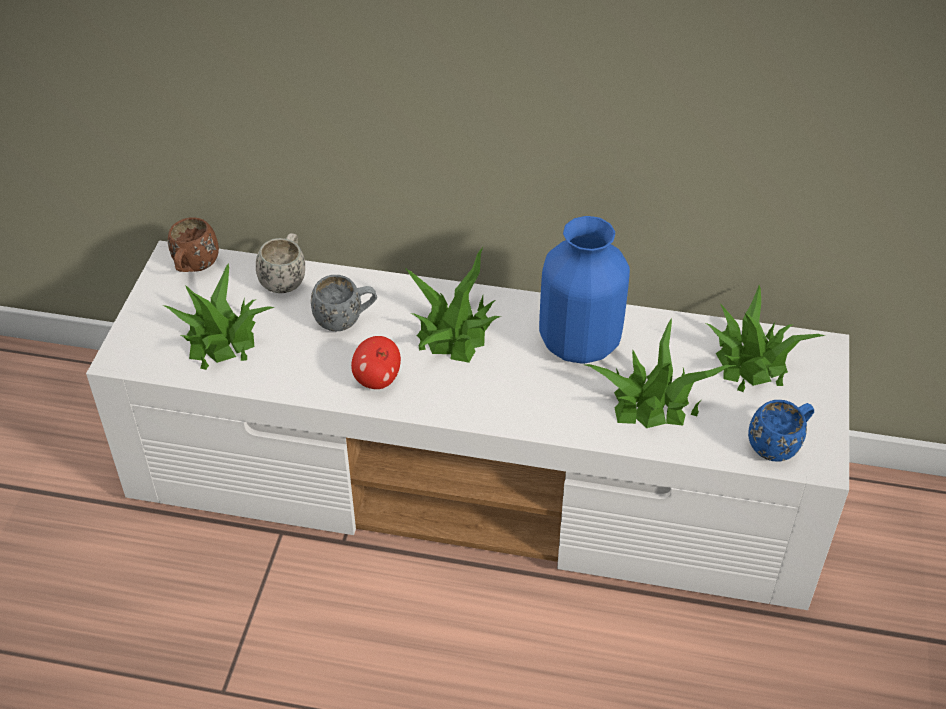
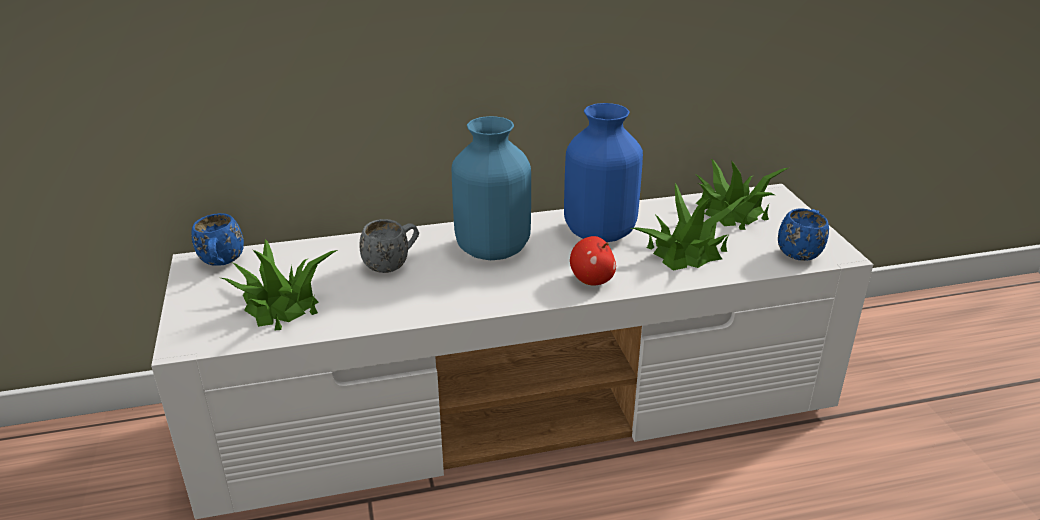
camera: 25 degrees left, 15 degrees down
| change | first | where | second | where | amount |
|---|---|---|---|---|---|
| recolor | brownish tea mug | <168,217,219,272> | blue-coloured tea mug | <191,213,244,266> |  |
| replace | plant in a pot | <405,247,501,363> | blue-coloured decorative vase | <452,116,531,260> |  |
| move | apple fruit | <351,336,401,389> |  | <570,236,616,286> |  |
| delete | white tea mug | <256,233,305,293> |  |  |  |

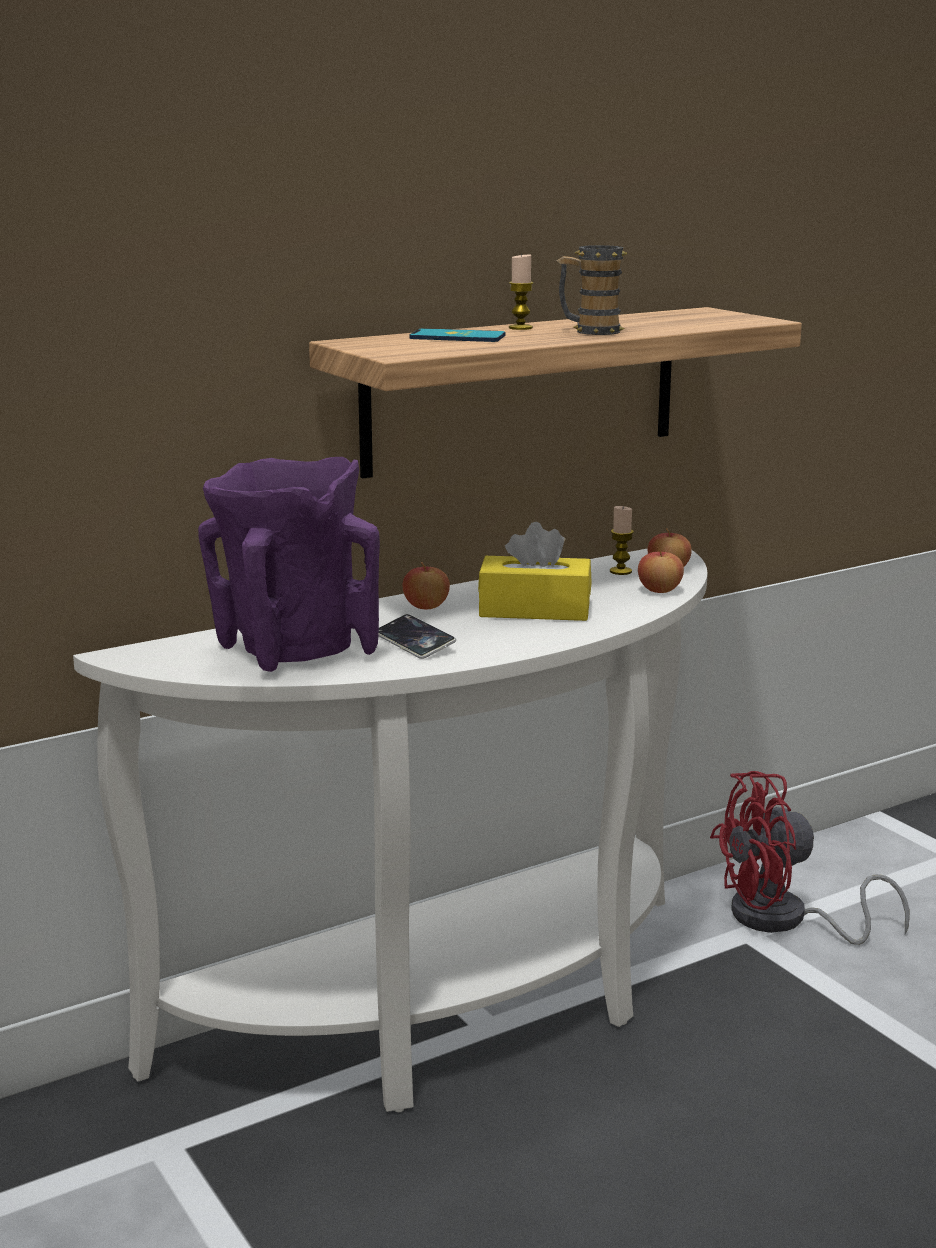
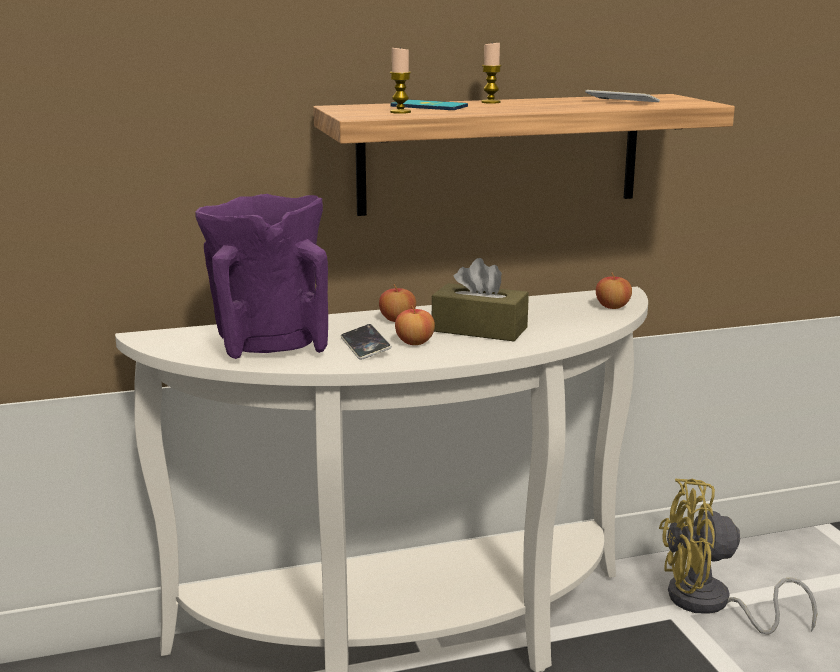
camera: 15 degrees right, 0 degrees up
| change | first | where | second | where | amount |
|---|---|---|---|---|---|
| move | wax candle | <610,506,634,575> |  | <390,47,411,114> |  |
| move | apple fruit | <638,547,684,593> |  | <395,305,435,345> |  |
| recolor | yellow tissue holder | <478,522,592,621> | brownish tissue holder | <432,258,529,341> |  |
| insert |  |  | telephone | <585,90,660,102> |  |
| recolor | red electric fan | <710,771,910,945> | yellow electric fan | <659,479,817,635> |  |
| delete | tea mug | <557,245,628,335> |  |  |  |

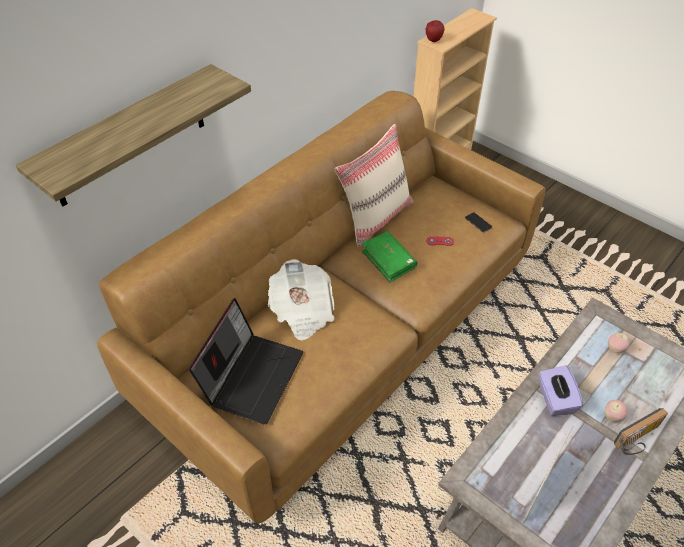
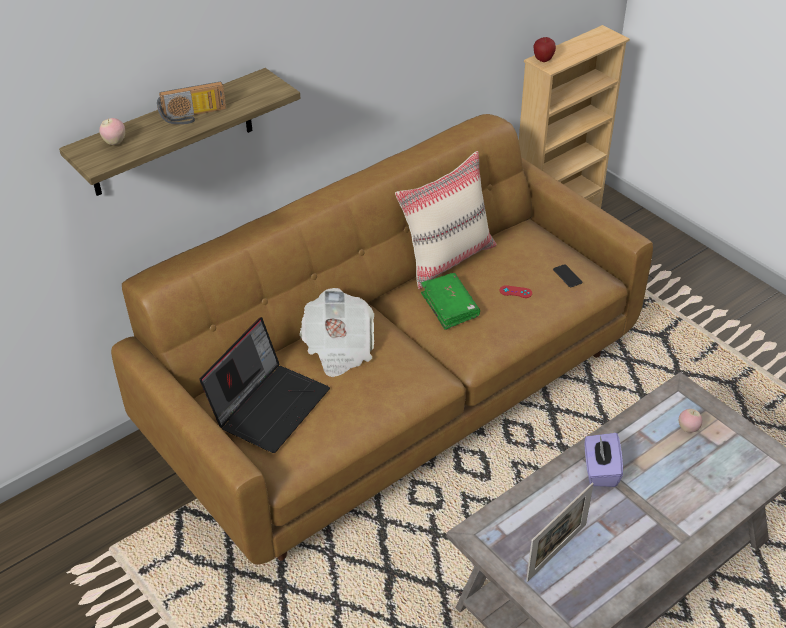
camera: 10 degrees right, 5 degrees down
| change | first | where | second | where | amount |
|---|---|---|---|---|---|
| move | apple fruit | <605,400,628,422> |  | <99,118,125,145> |  |
| move | radio receiver | <614,408,668,455> |  | <157,82,226,125> |  |

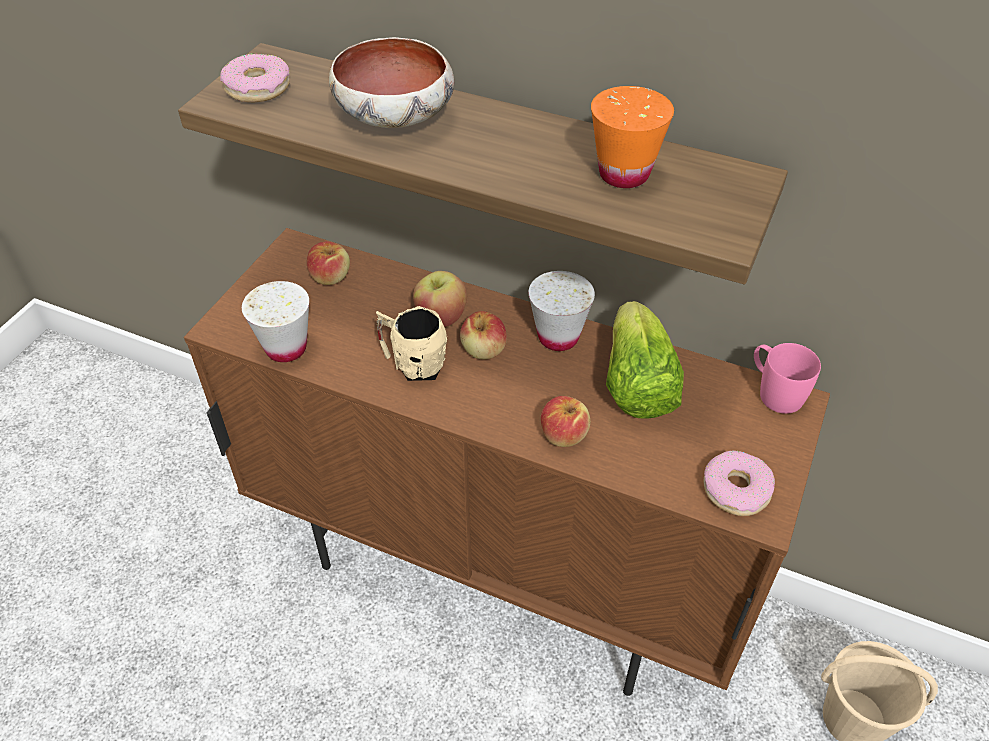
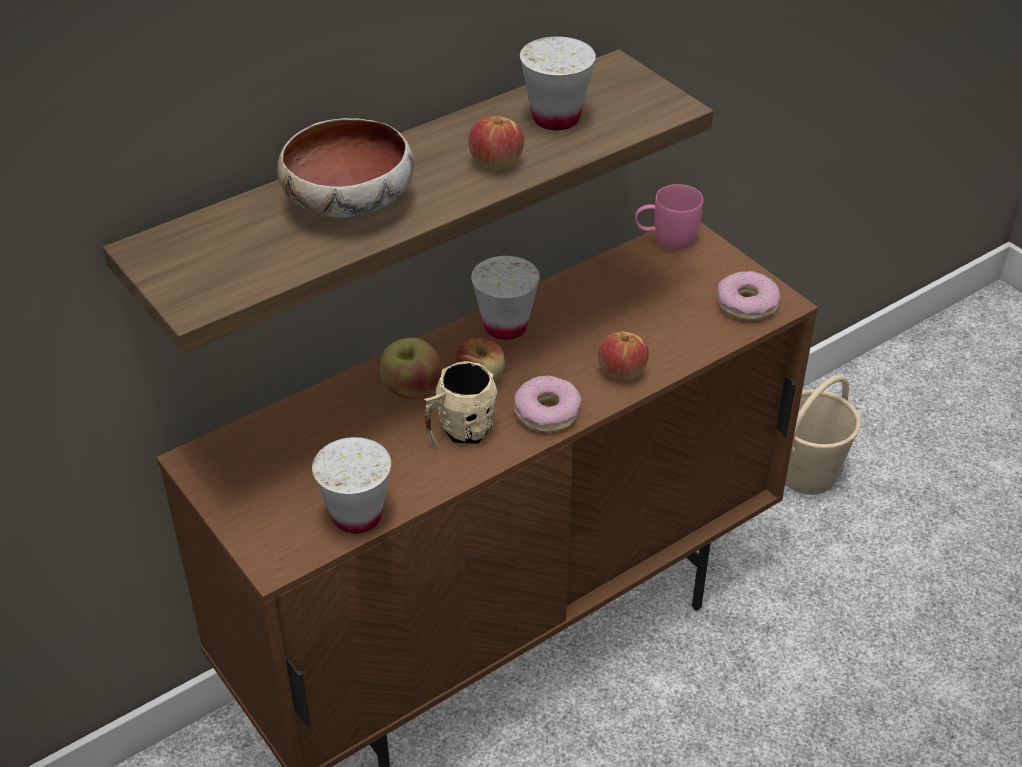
camera: 60 degrees left, 5 degrees down
| change | first | where | second | where | amount |
|---|---|---|---|---|---|
| move | apple fruit | <307,241,350,285> |  | <468,116,524,171> |  |
| move | donut | <220,54,290,102> |  | <514,375,581,433> |  |
| recolor | orange-coloured small cup | <591,86,674,188> | white small cup | <520,36,596,130> |  |
| delete | lettuce | <606,301,684,419> |  |  |  |

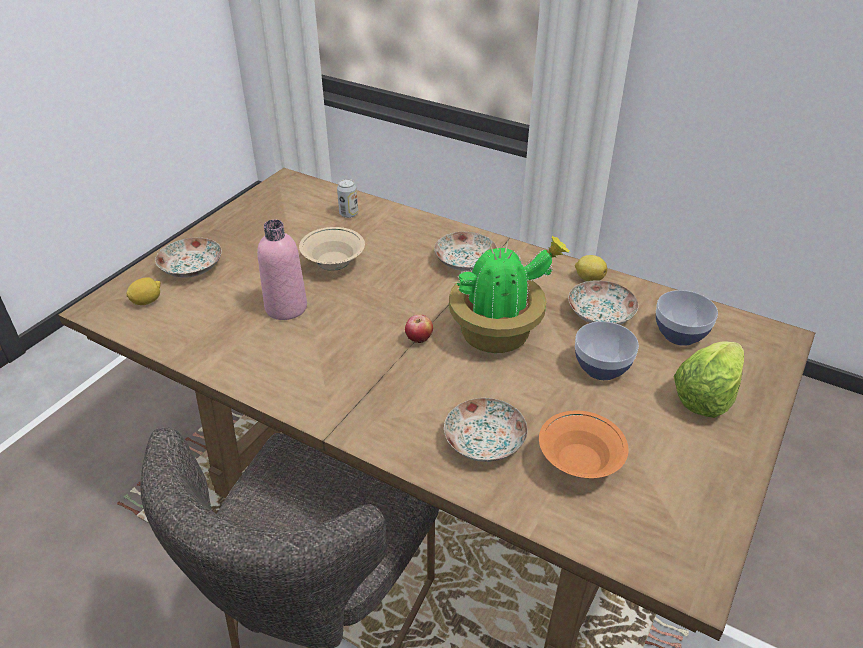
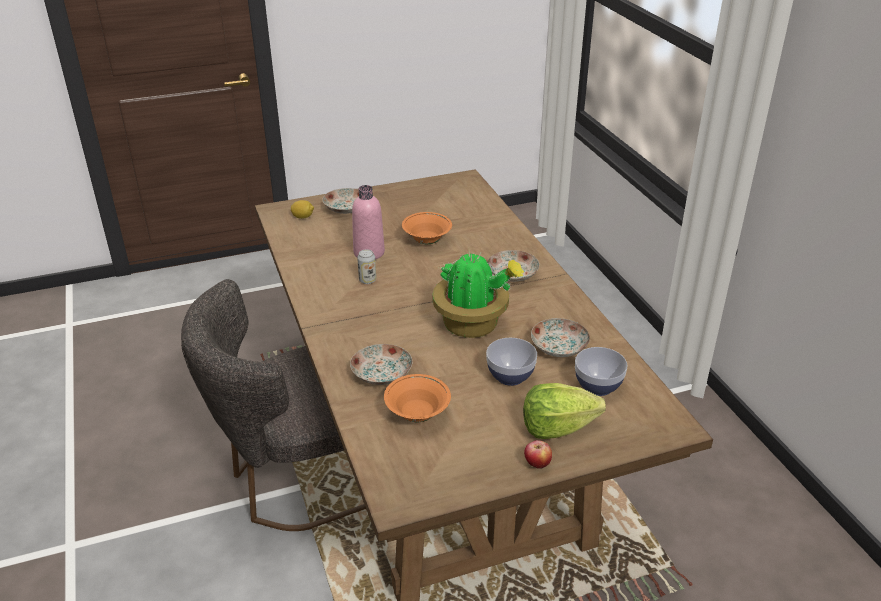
camera: 40 degrees right, 5 degrees down
| change | first | where | second | where | amount |
|---|---|---|---|---|---|
| move | sealed can | <337,179,358,218> |  | <357,249,376,284> |  |
| recolor | sand-coloured deep dish | <299,227,365,271> | orange-coloured deep dish | <402,212,452,244> |  |
| move | apple fruit | <405,314,433,343> |  | <524,440,552,469> |  |
| delete | lemon | <575,255,607,281> |  |  |  |

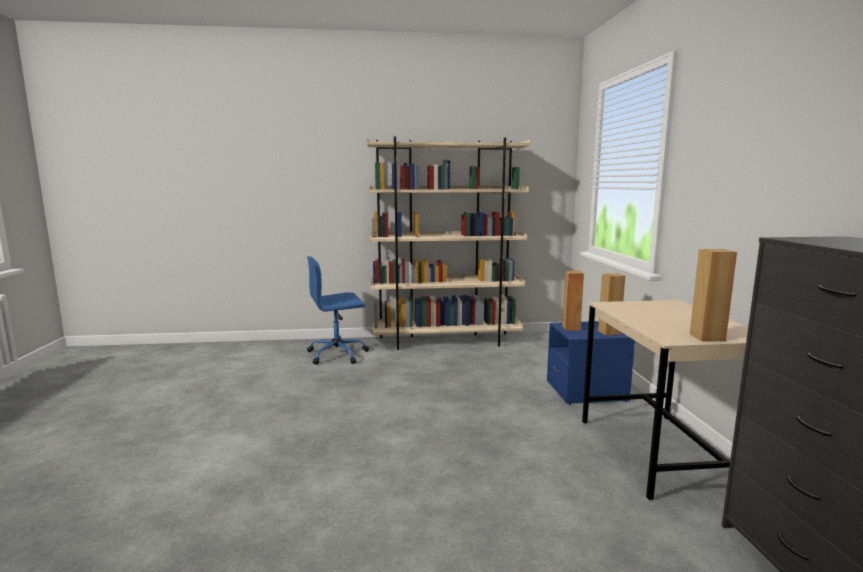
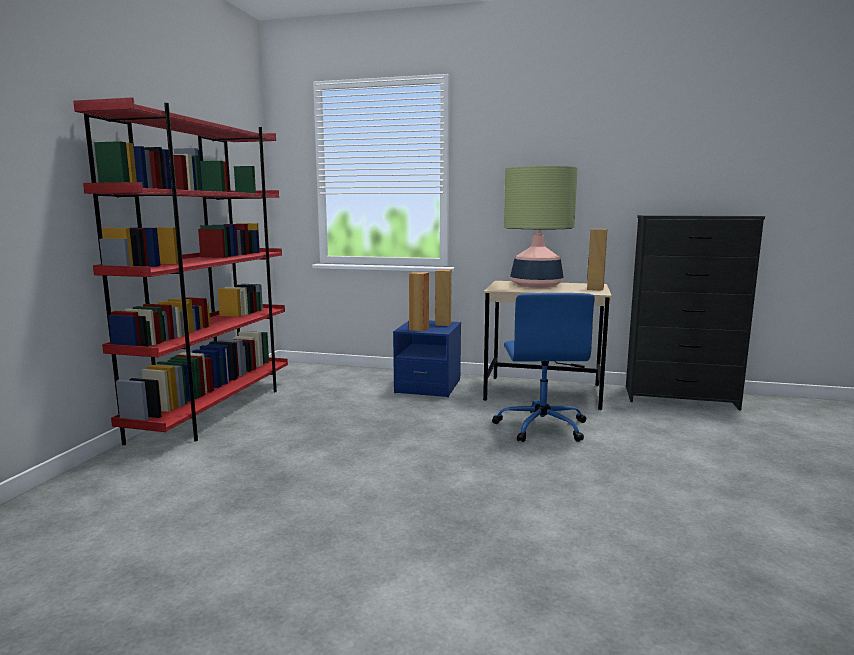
camera: 70 degrees left, 0 degrees up
| change | first | where | second | where | amount |
|---|---|---|---|---|---|
| recolor | sand-coloured shelving unit | <367,136,531,350> | red shelving unit | <73,97,288,445> |  |
| move | blue-coloured computer chair | <307,256,369,365> |  | <492,293,595,442> |  |
| insert |  |  | tabletop lamp | <504,166,577,288> |  |

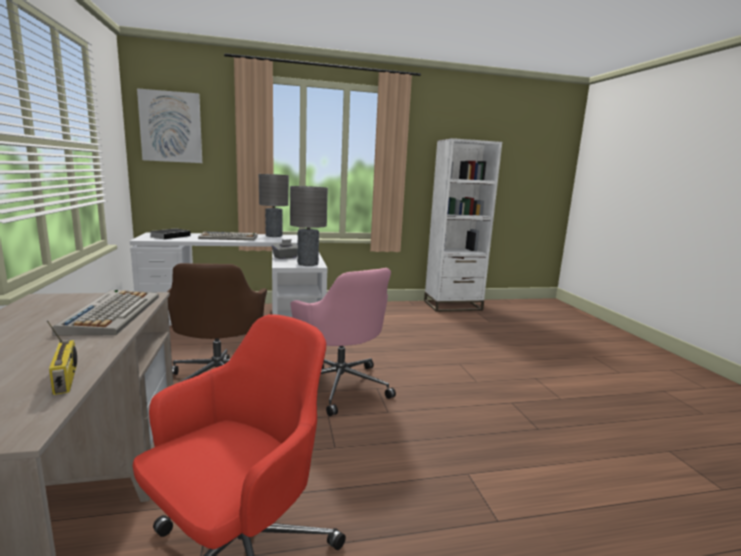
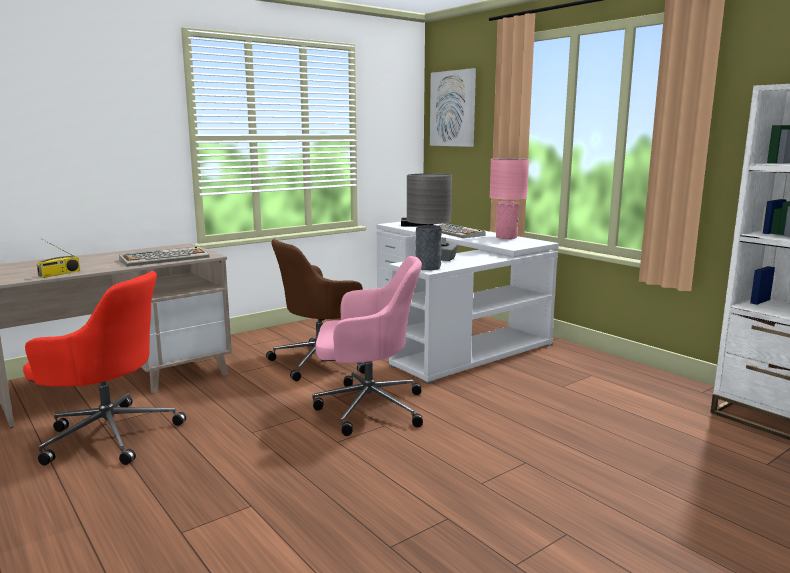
camera: 65 degrees right, 0 degrees up
| change | first | where | second | where | amount |
|---|---|---|---|---|---|
| rotate | pink-coloured computer chair | <291,268,396,416> |  | <312,256,423,436> | 120 degrees counterclockwise |
| recolor | grey tabletop lamp | <259,174,289,237> | pink-coloured tabletop lamp | <490,158,529,239> |  |

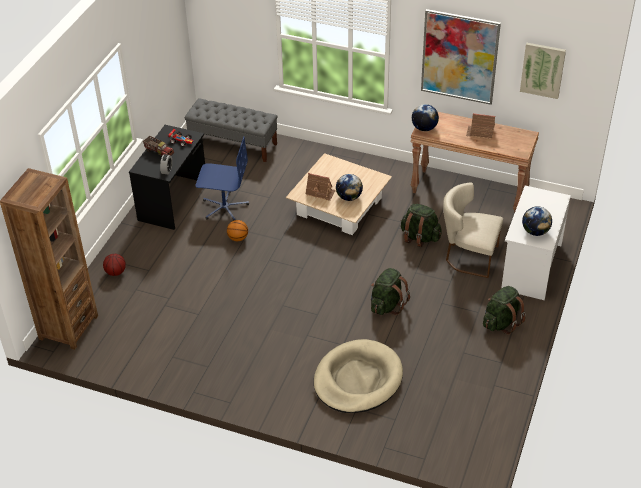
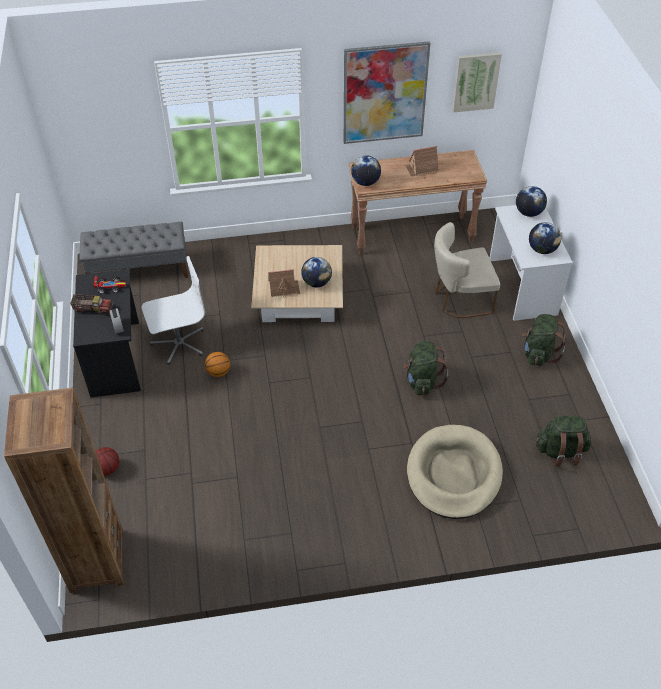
camera: 30 degrees left, 5 degrees up
| change | first | where | second | where | amount |
|---|---|---|---|---|---|
| recolor | blue-coloured computer chair | <195,136,249,221> | white computer chair | <142,256,205,365> |  |
| insert |  |  | world globe | <516,186,547,217> |  |
| move | green-coloured knapsack | <401,204,441,247> |  | <535,416,591,466> |  |

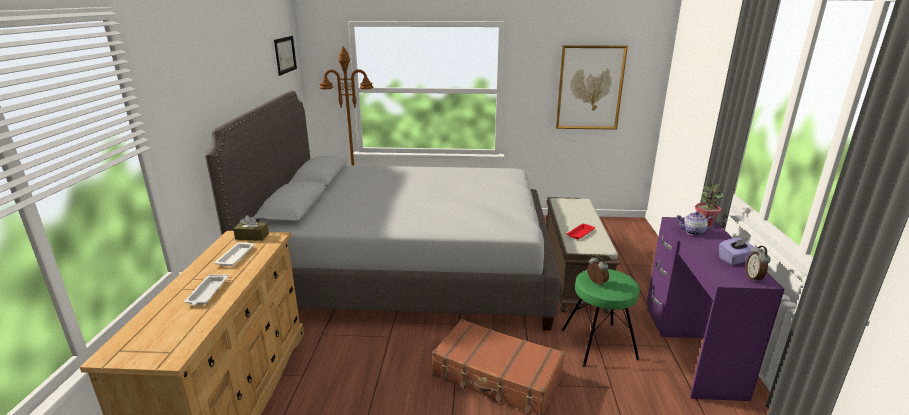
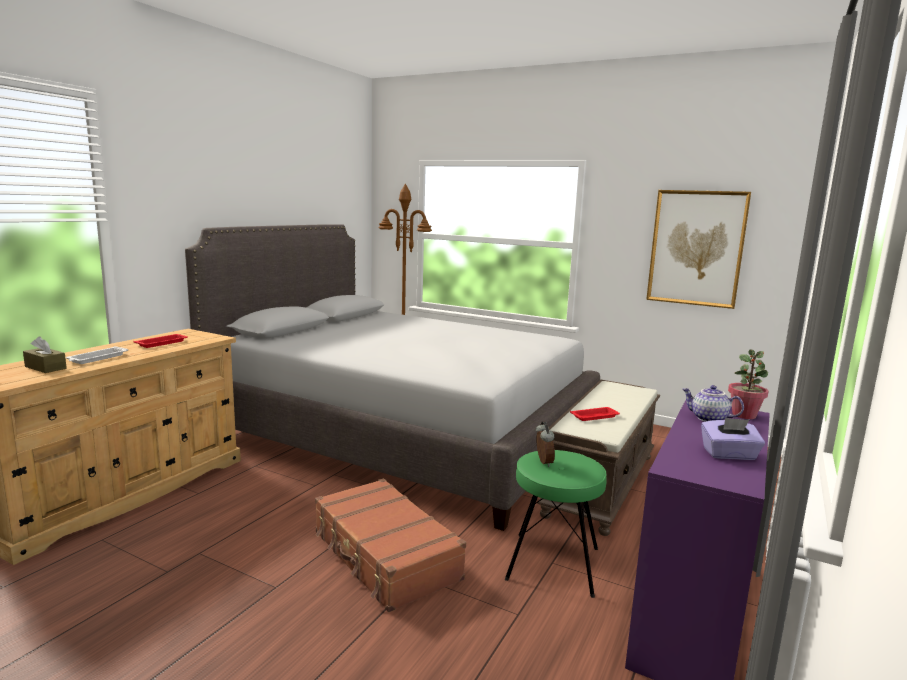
camera: 25 degrees right, 10 degrees down
| change | first | where | second | where | amount |
|---|---|---|---|---|---|
| move | brownish tissue holder | <233,215,269,241> |  | <23,336,67,373> |  |
| recolor | white serving tray | <214,242,255,266> | red serving tray | <133,334,188,348> |  |
| delete | wall picture | <274,36,297,76> |  |  |  |
| delete | table clock | <746,246,771,283> |  |  |  |

